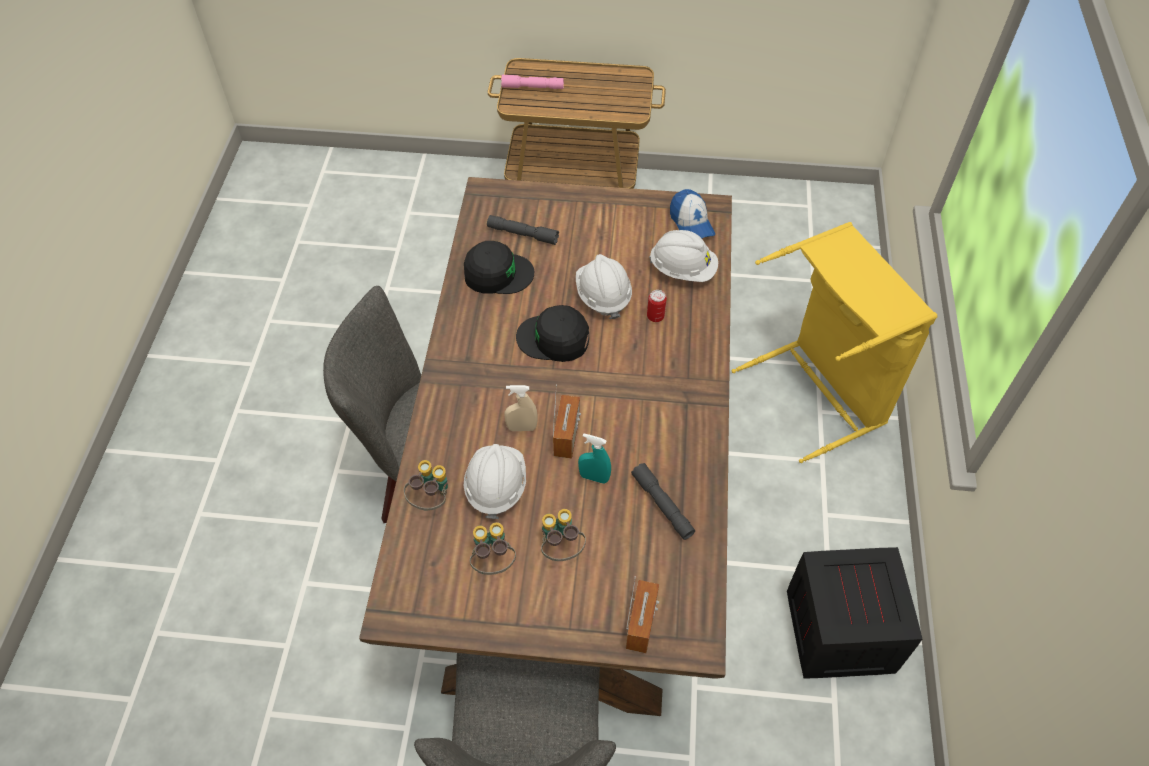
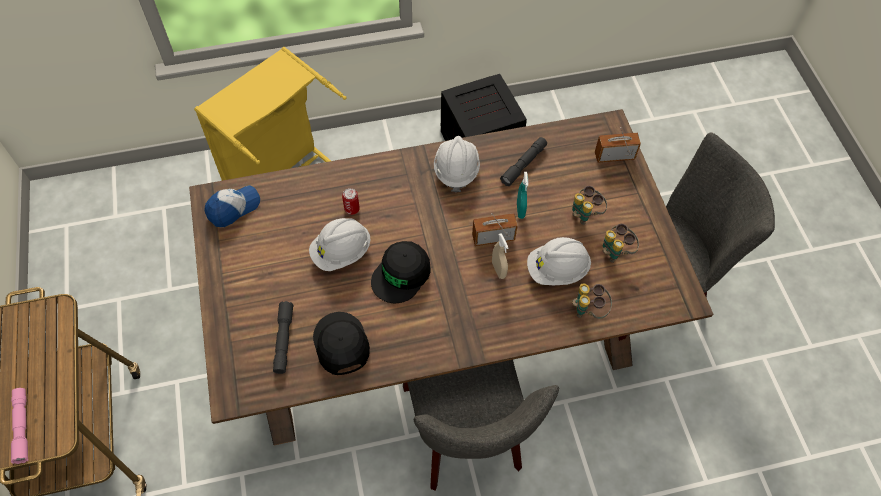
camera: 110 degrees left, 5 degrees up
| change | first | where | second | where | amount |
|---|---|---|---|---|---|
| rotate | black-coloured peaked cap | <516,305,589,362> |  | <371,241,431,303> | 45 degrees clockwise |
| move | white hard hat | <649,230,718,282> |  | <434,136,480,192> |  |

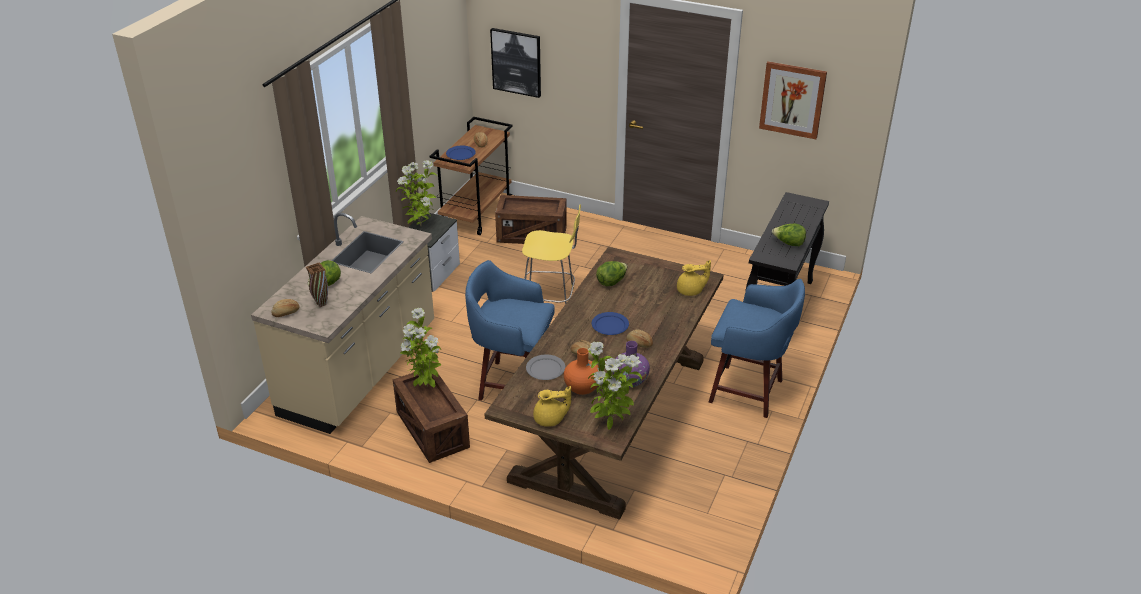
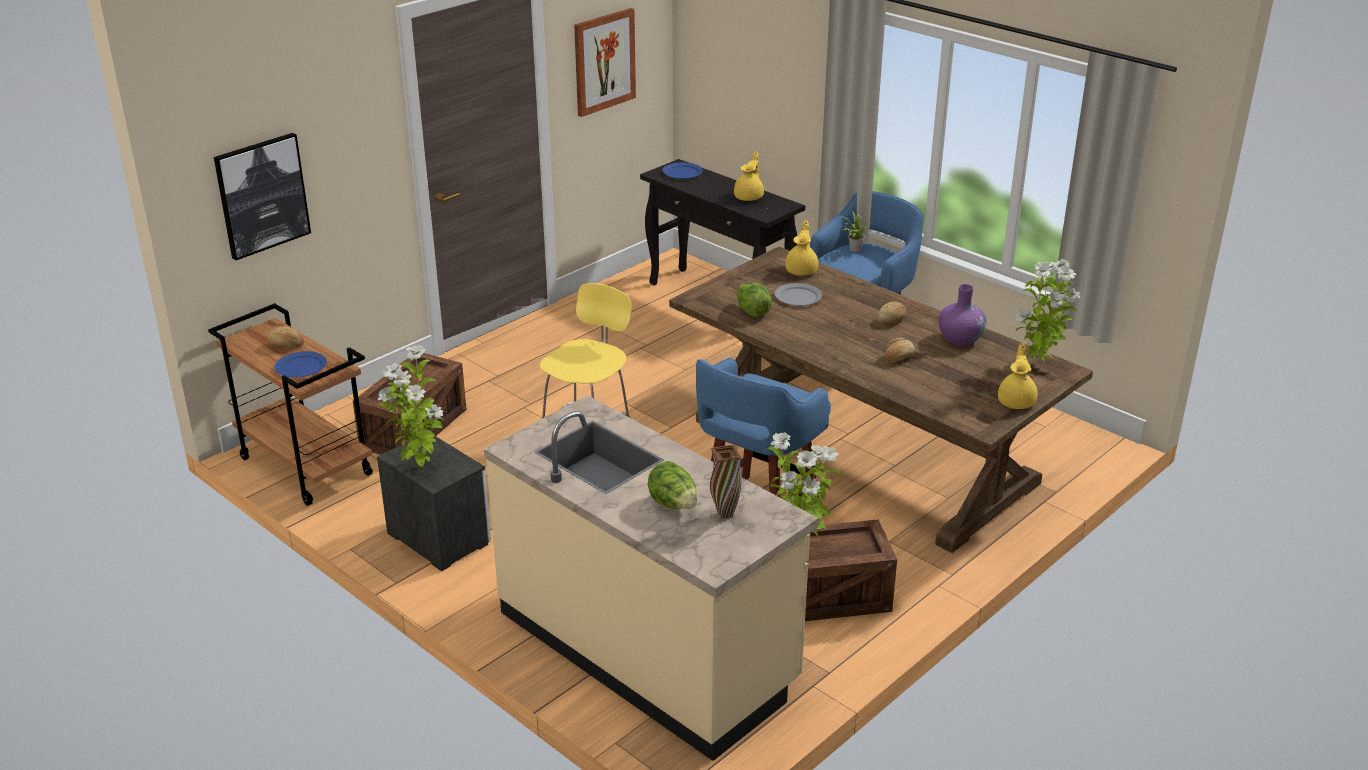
camera: 70 degrees left, 5 degrees down
| change | first | where | second | where | amount |
|---|---|---|---|---|---|
| move | blue-coloured dinner plate | <592,312,629,335> |  | <662,162,703,179> |  |
| replace | lettuce | <772,224,806,246> | yellow tea pot | <734,151,764,201> |  |
| move | grey dinner plate | <526,354,565,380> |  | <775,283,822,306> |  |
| insert |  |  | plant in a pot | <841,211,870,252> |  |
| delete | baked bread | <271,299,300,317> |  |  |  |
| delete | orange-coloured decorative vase | <564,348,599,395> |  |  |  |

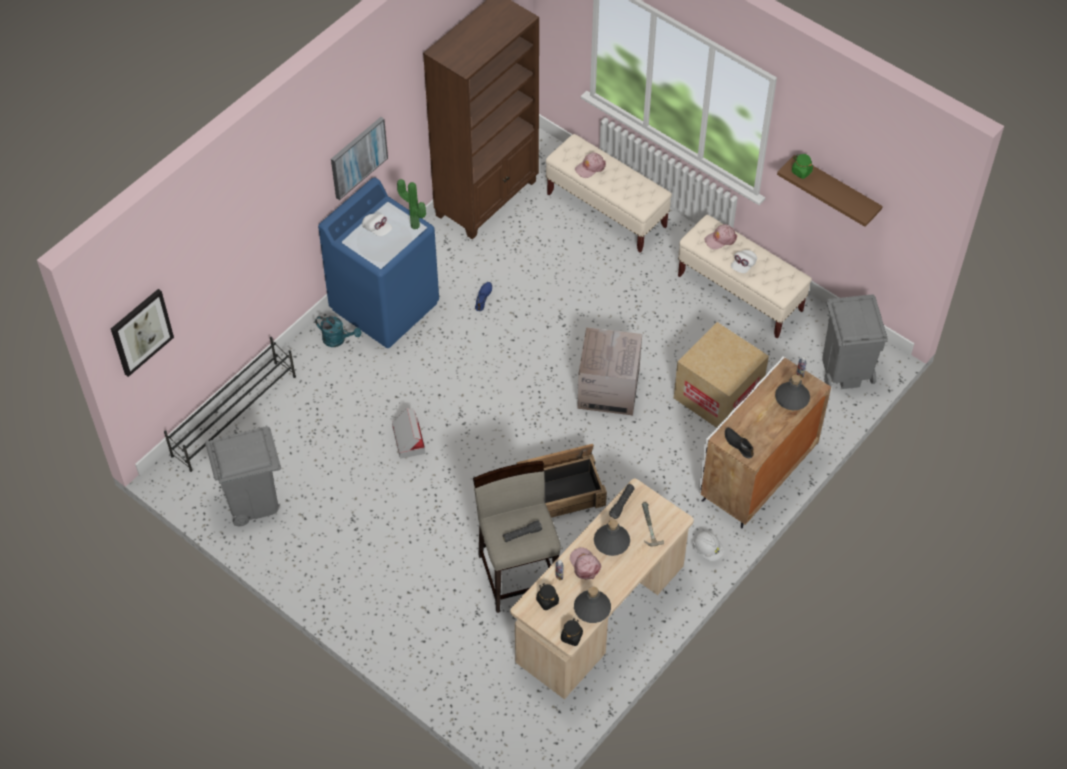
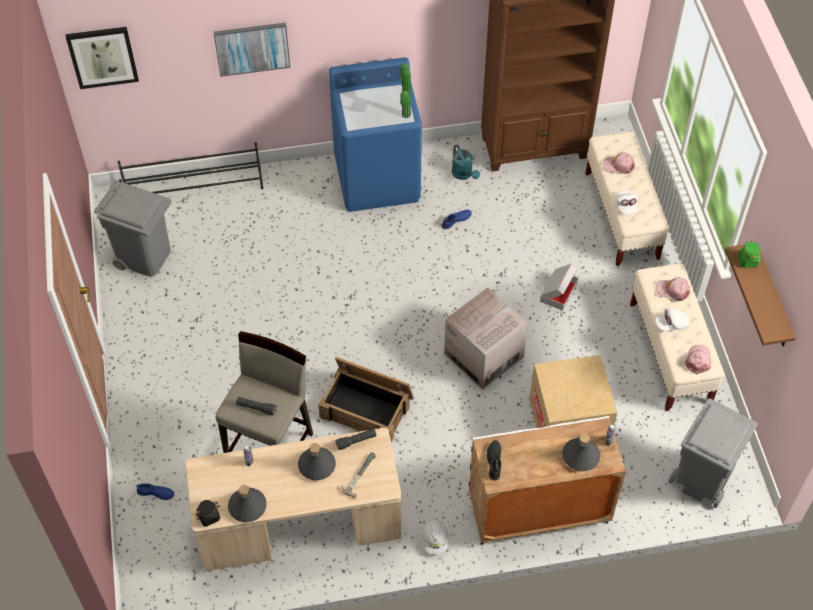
camera: 40 degrees right, 0 degrees up
| change | first | where | second | where | amount |
|---|---|---|---|---|---|
| insert |  |  | blue-coloured item of footwear | <136,484,174,500> |  |
| move | wall picture | <331,117,388,200> |  | <213,23,290,77> |  |
| move | blue-green sprinkling can | <315,316,362,347> |  | <452,145,480,180> |  |
| move | carton | <392,408,425,459> |  | <540,264,578,311> |  |
| move | white peaked cap | <362,214,392,236> |  | <615,190,638,214> |  |
| move | pink-coloured peaked cap | <570,547,601,580> |  | <685,344,711,374> |  |
| delete | black-coloured preserve jar | <536,583,559,610> |  |  |  |

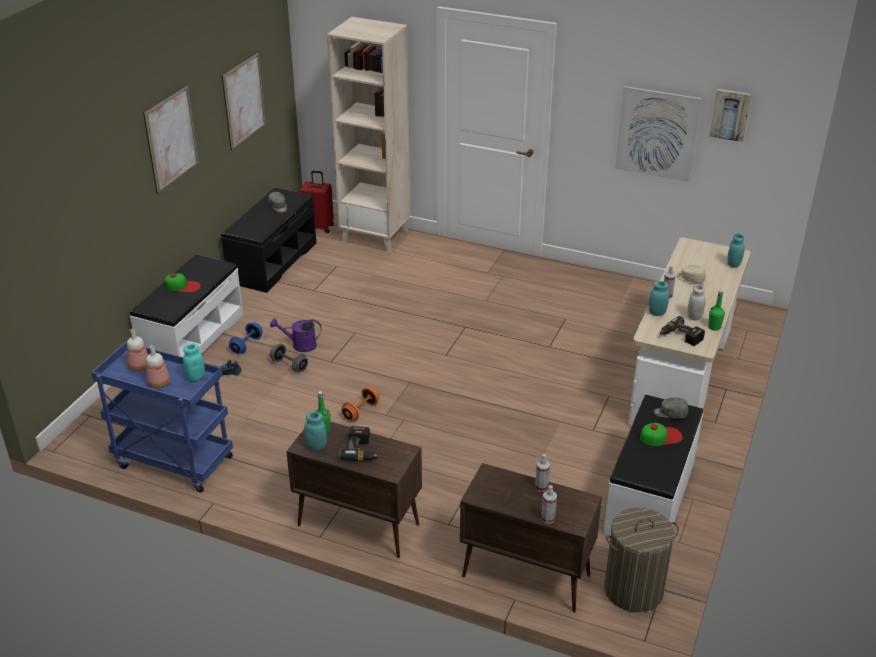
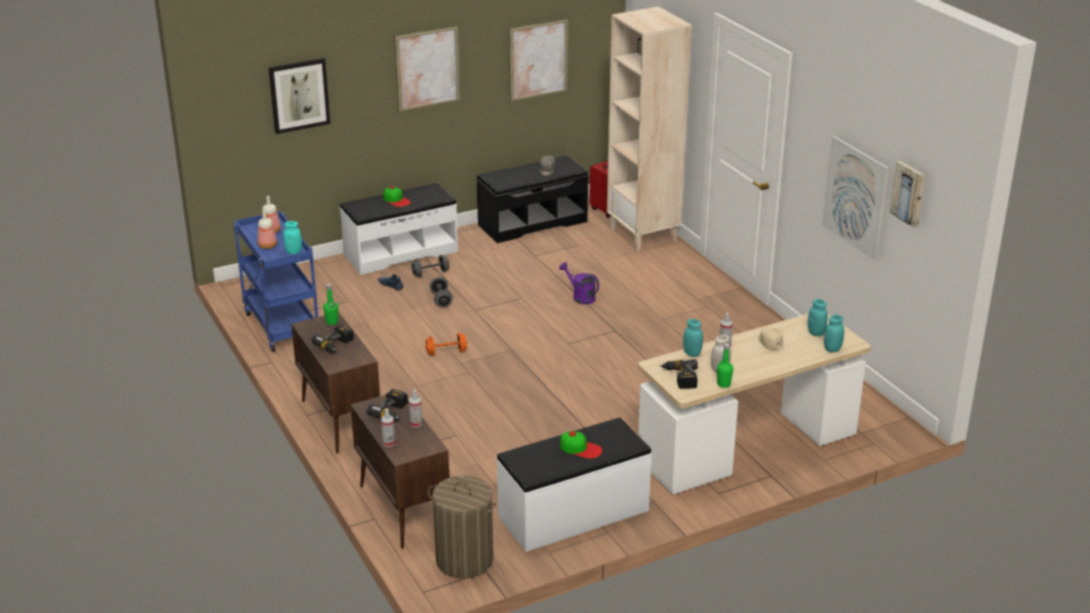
camera: 40 degrees right, 5 degrees down
| change | first | where | second | where | amount |
|---|---|---|---|---|---|
| insert |  |  | wall picture | <269,58,330,134> |  |
| insert |  |  | drill | <366,389,408,421> |  |
| recolor | blue-coloured hand weight | <229,322,263,354> | grey hand weight | <412,255,450,277> |  |
| move | purple sprinkling can | <270,318,321,352> |  | <559,262,599,304> |  |
| move | blue-green preserve jar | <304,412,327,451> |  | <808,299,828,336> |  |
| delete | grey peaked cap | <654,397,688,419> |  |  |  |

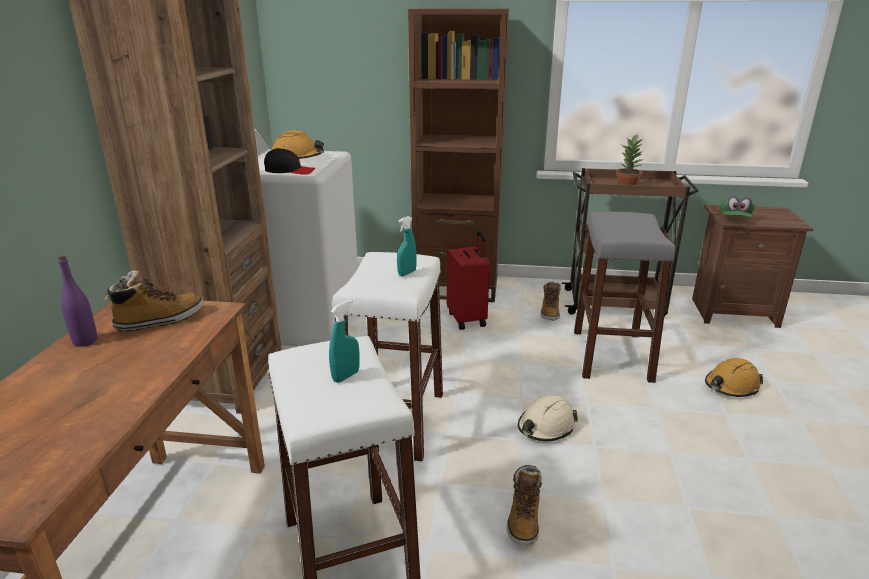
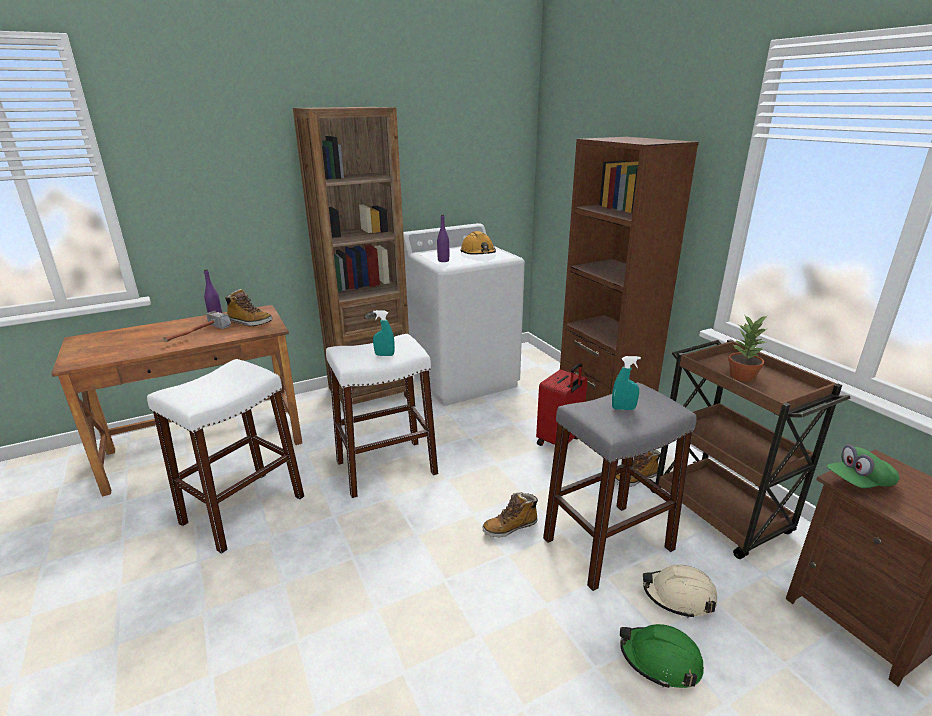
camera: 55 degrees right, 0 degrees up
| change | first | where | second | where | amount |
|---|---|---|---|---|---|
| insert |  |  | tool hammer | <163,311,231,342> |  |
| replace | black-coloured peaked cap | <264,148,315,175> | purple beverage bottle | <437,214,449,262> |  |
| move | tall boot | <506,465,542,546> |  | <482,492,538,537> |  |
| move | blue-green spray bottle | <329,300,360,383> |  | <612,356,641,410> |  |
| recolor | orange-coloured hard hat | <705,358,763,397> | green-coloured hard hat | <620,624,704,688> |  |
| move | sand-coloured hard hat | <518,395,578,441> |  | <643,565,717,618> |  |

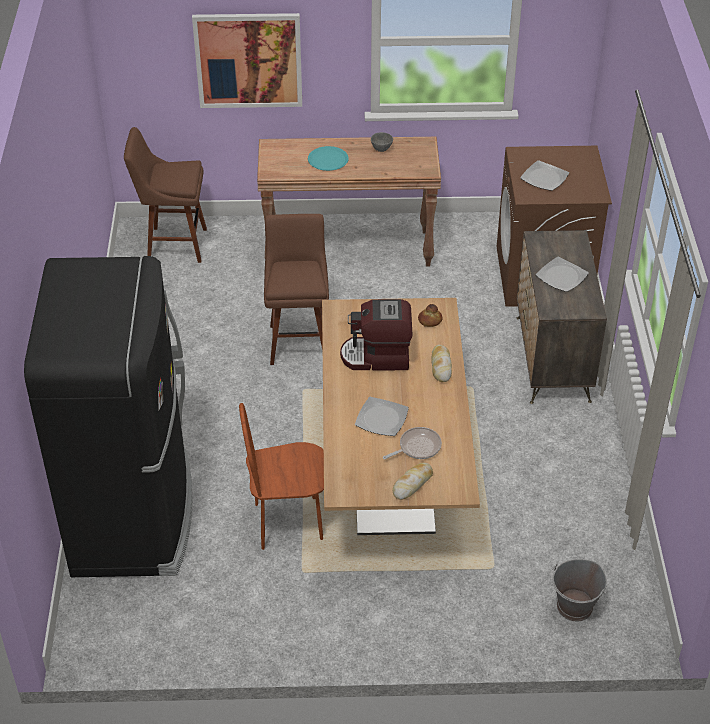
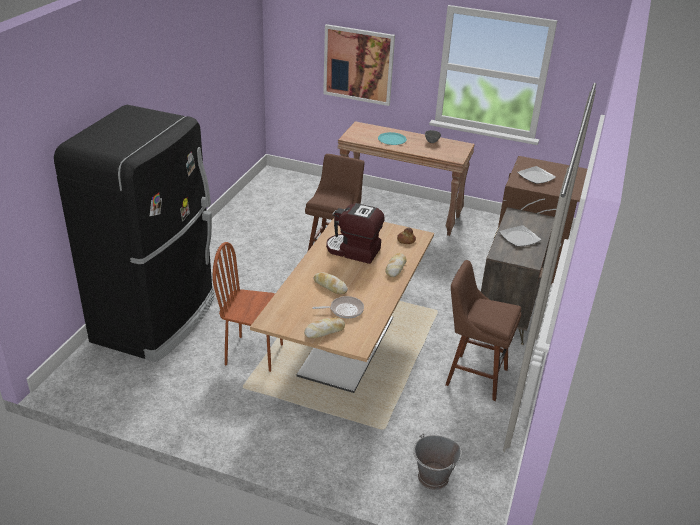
camera: 20 degrees right, 10 degrees down
| change | first | where | second | where | amount |
|---|---|---|---|---|---|
| replace | dinner plate | <355,397,409,436> | baked bread | <313,272,348,294> |  |
| move | brownish sitting stool | <124,127,207,263> |  | <445,260,521,401> |  |

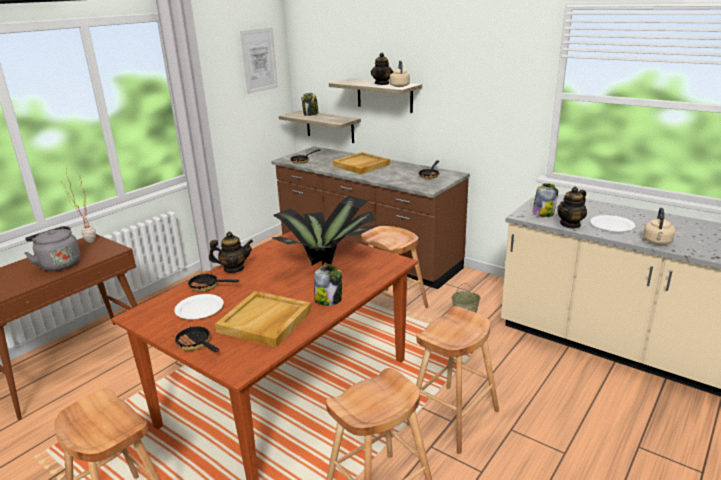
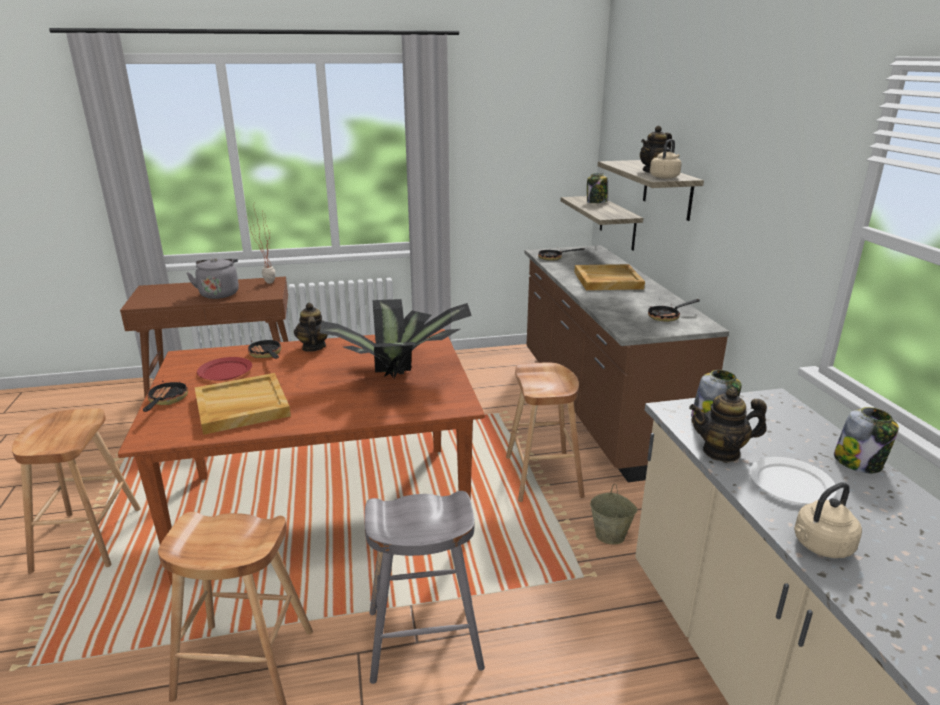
camera: 40 degrees right, 0 degrees up
| change | first | where | second | where | amount |
|---|---|---|---|---|---|
| recolor | white dinner plate | <174,294,224,319> | red dinner plate | <197,357,252,381> |  |
| rotate | tea pot | <209,232,253,273> |  | <294,303,328,352> | 135 degrees counterclockwise |
| recolor | brownish sitting stool | <407,306,499,454> | grey sitting stool | <365,491,485,684> |  |
| move | preserve jar | <314,265,342,306> |  | <834,407,899,473> |  |
| delete | wall picture | <240,27,278,94> |  |  |  |

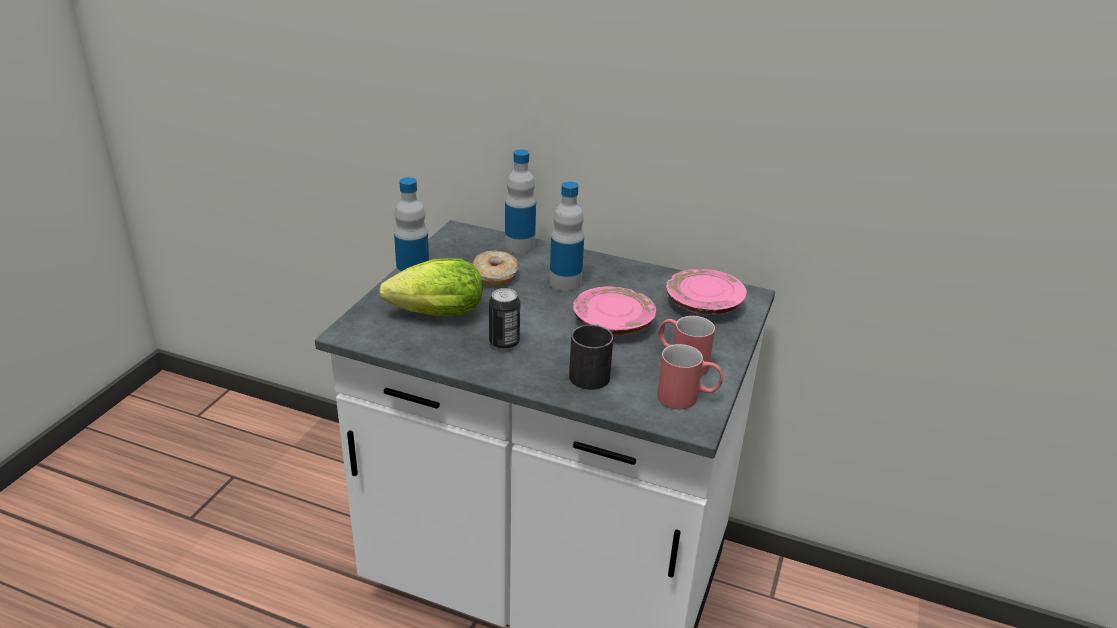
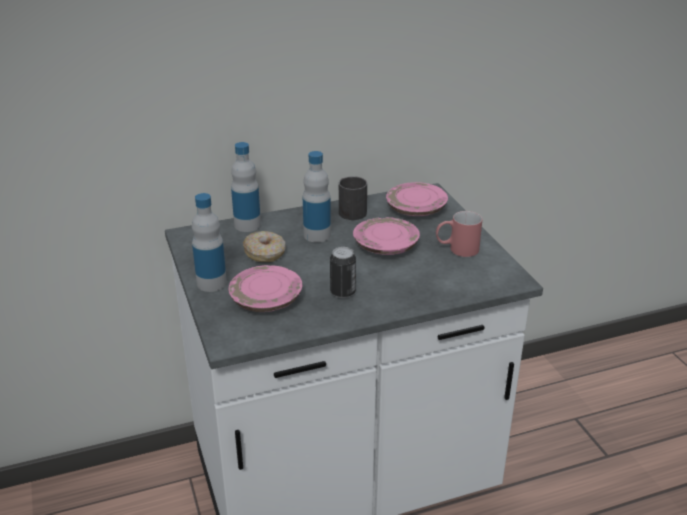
camera: 40 degrees left, 0 degrees up
| change | first | where | second | where | amount |
|---|---|---|---|---|---|
| replace | lettuce | <379,258,482,316> | pink-coloured dinner plate | <228,265,303,312> |  |
| move | black-coloured tea mug | <569,325,613,390> |  | <339,176,367,220> |  |
| delete | red tea mug | <657,344,723,409> |  |  |  |

